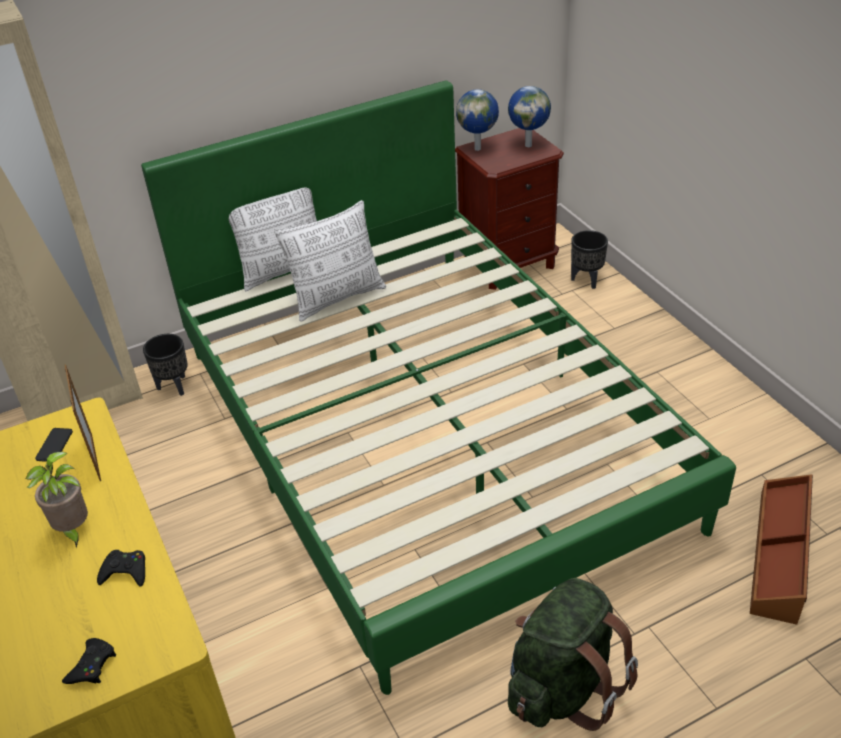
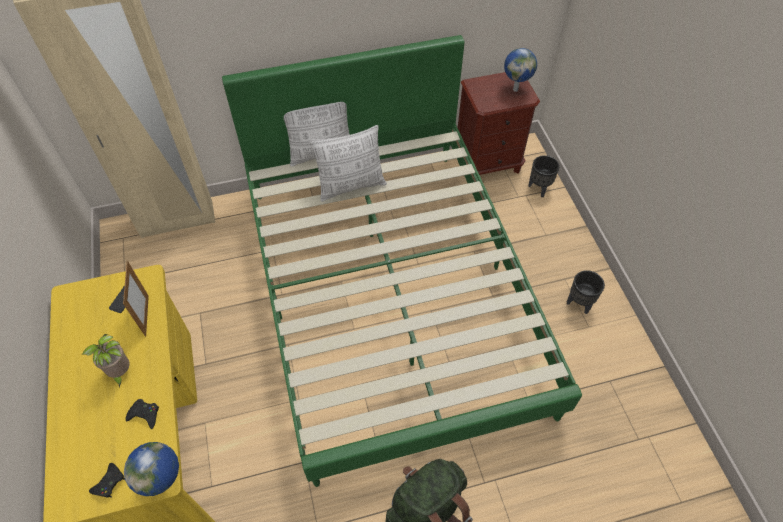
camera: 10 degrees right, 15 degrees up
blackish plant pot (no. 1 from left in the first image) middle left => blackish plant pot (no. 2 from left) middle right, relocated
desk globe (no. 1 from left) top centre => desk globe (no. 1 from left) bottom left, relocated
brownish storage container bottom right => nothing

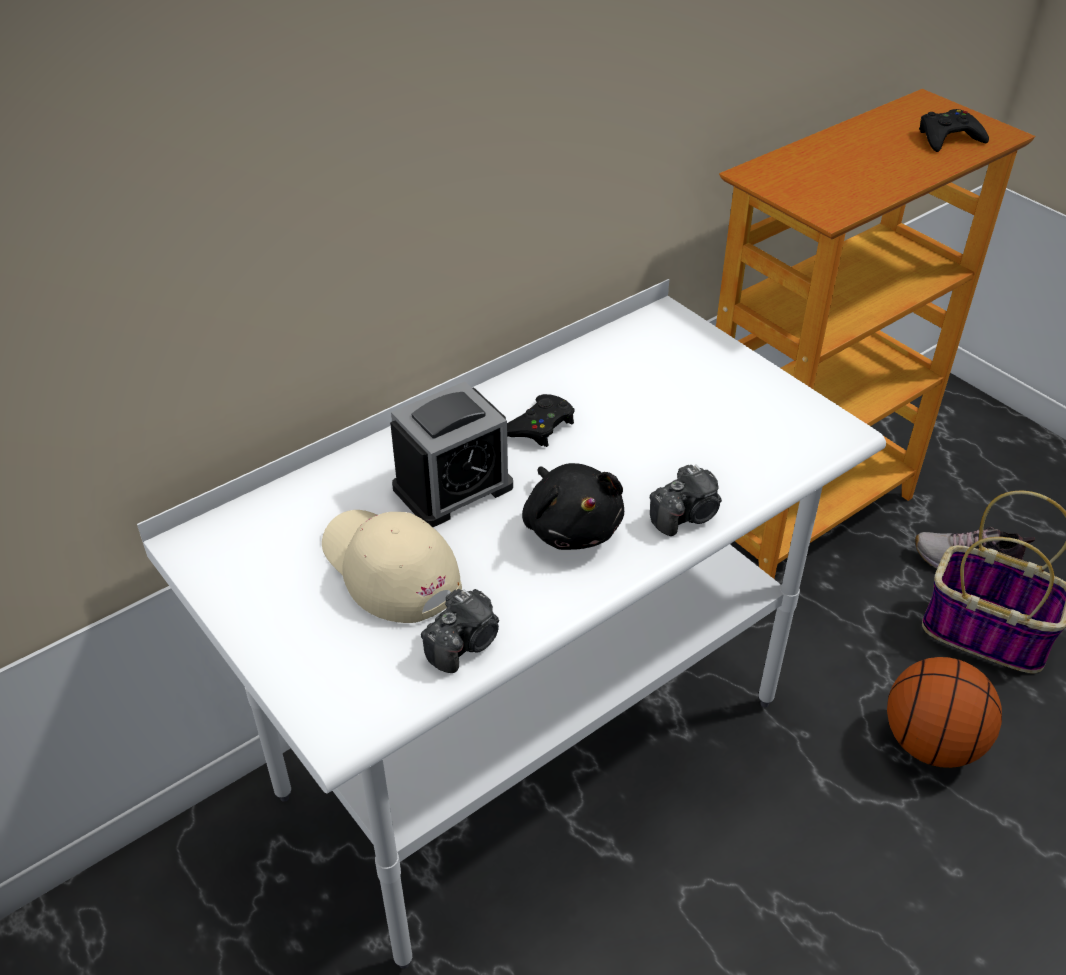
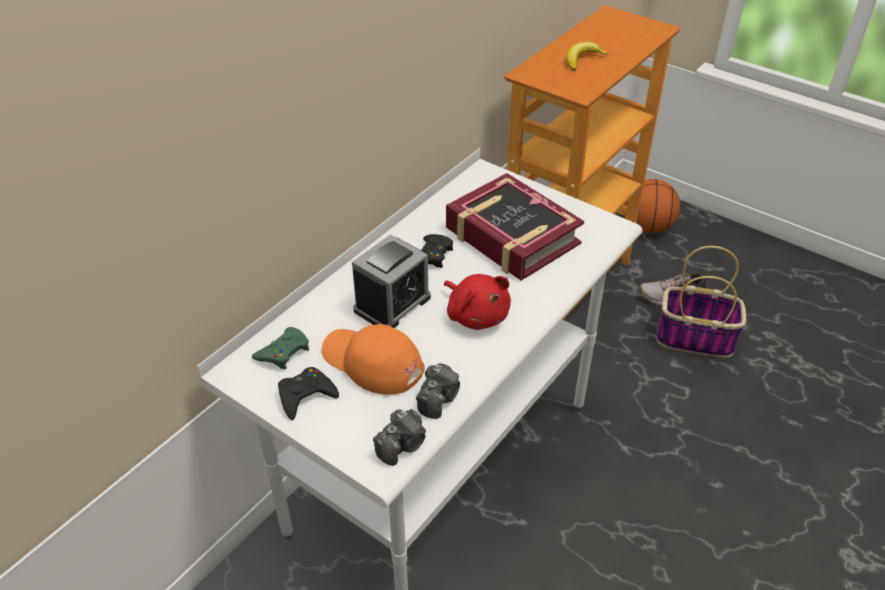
camera: 15 degrees left, 0 degrees up
beige baseball cap centre => orangey baseball cap centre
blackish cuddly toy centre => reddish cuddly toy centre
still camera (no. 2 from left in the first image) centre => still camera (no. 1 from left) bottom centre, relocated
basketball ball bottom right => basketball ball middle right, relocated
blackish game controller (no. 2 from left in the first image) top right => blackish game controller (no. 1 from left) centre, relocated
nothing => green game controller middle left
nothing => book centre
nothing => banana top centre

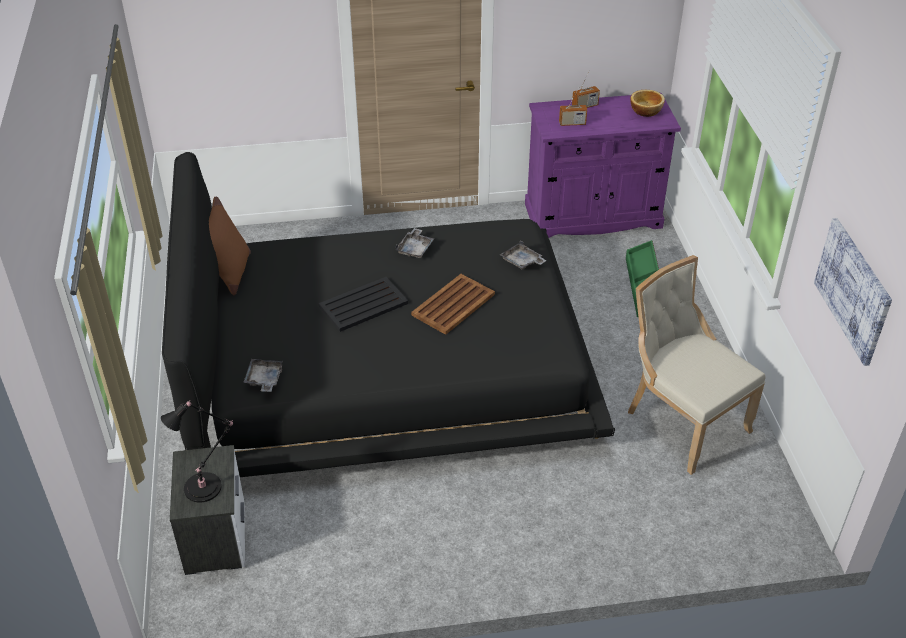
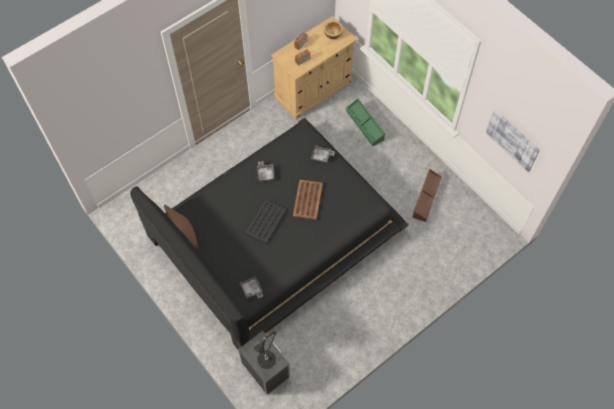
camera: 30 degrees left, 20 degrees up
purple-coloured cabinet top centre => beige cabinet top centre
beige upright chair middle right => brownish storage container middle right

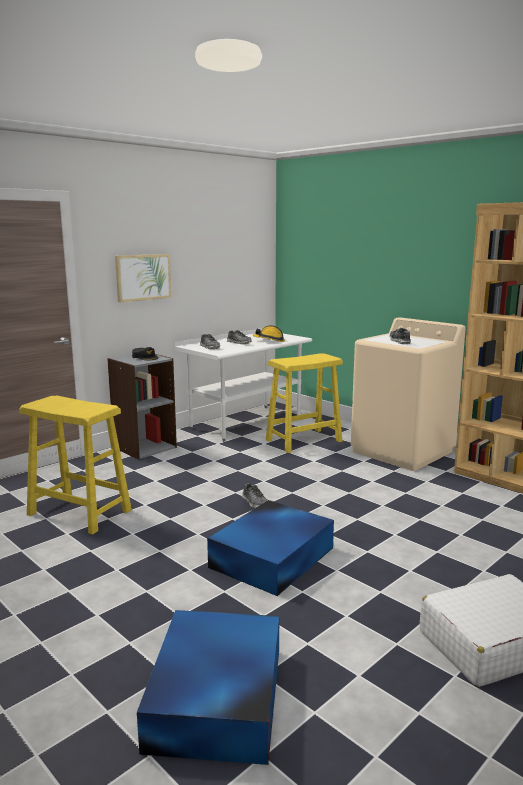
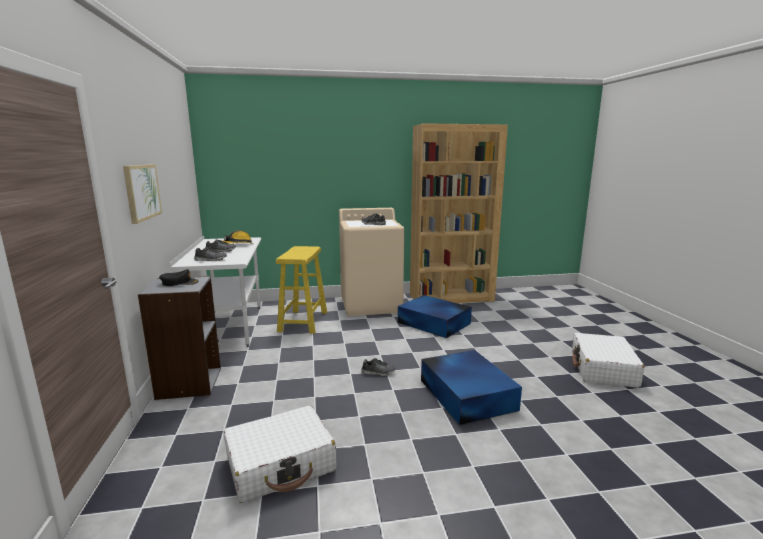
camera: 55 degrees left, 0 degrees up
yellow-coloured sitting stool (no. 1 from left) middle left => white travel case (no. 1 from left) bottom centre
blue storage container (no. 1 from left) bottom centre => blue storage container (no. 1 from left) centre, relocated

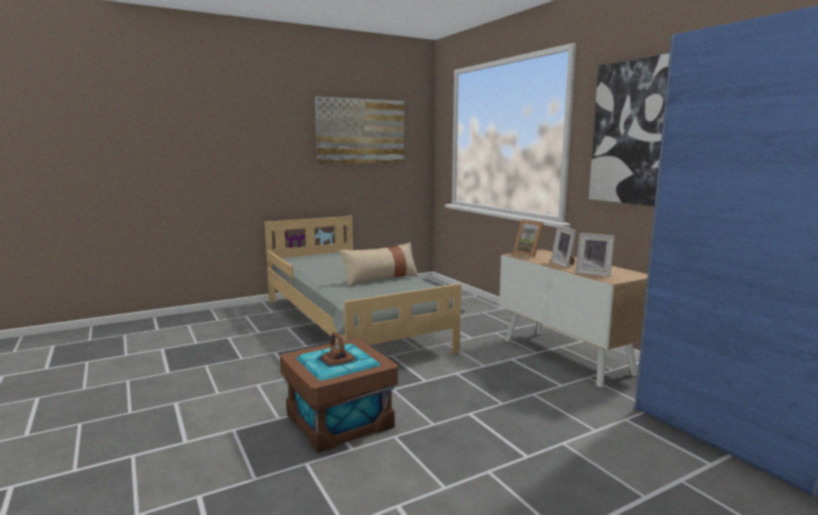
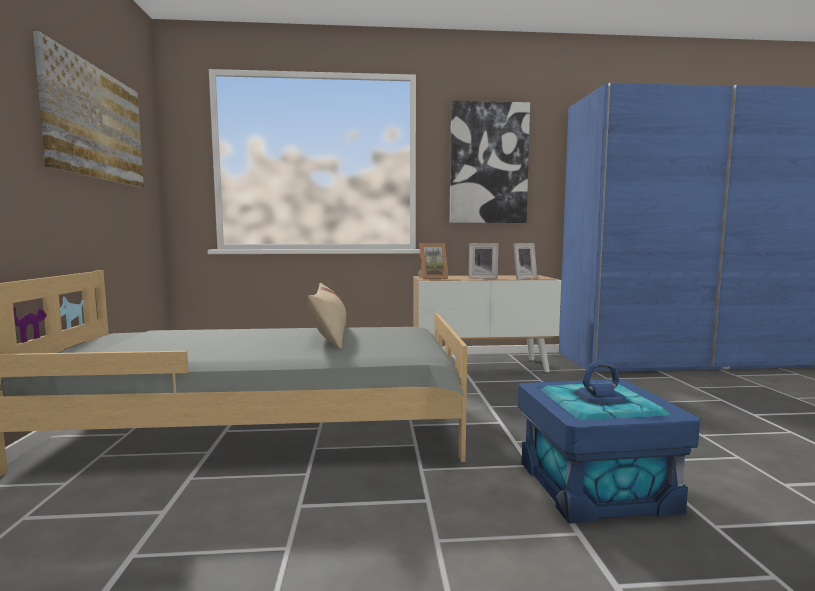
camera: 65 degrees left, 5 degrees down
brownish storage container bottom centre => blue storage container bottom right

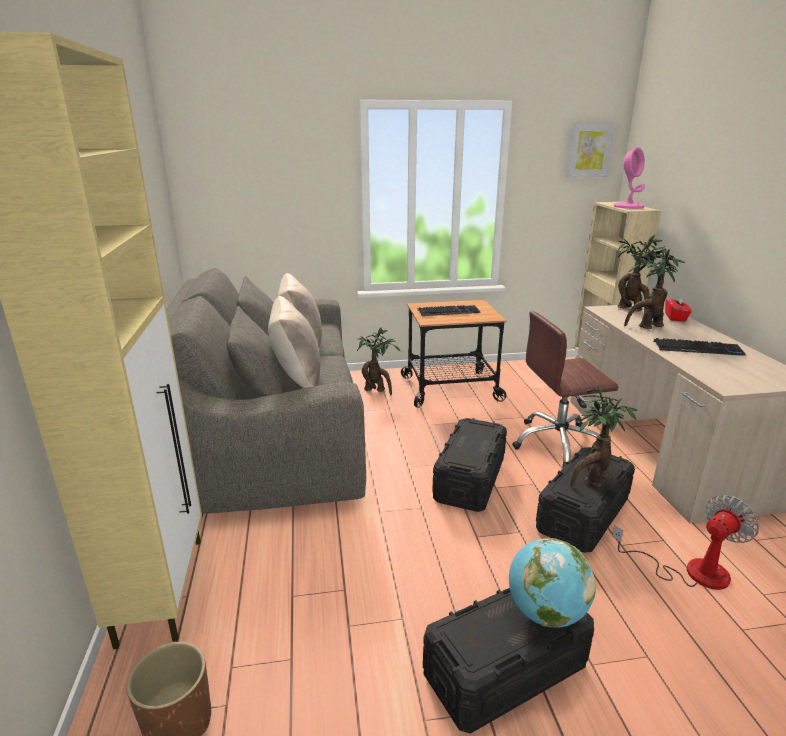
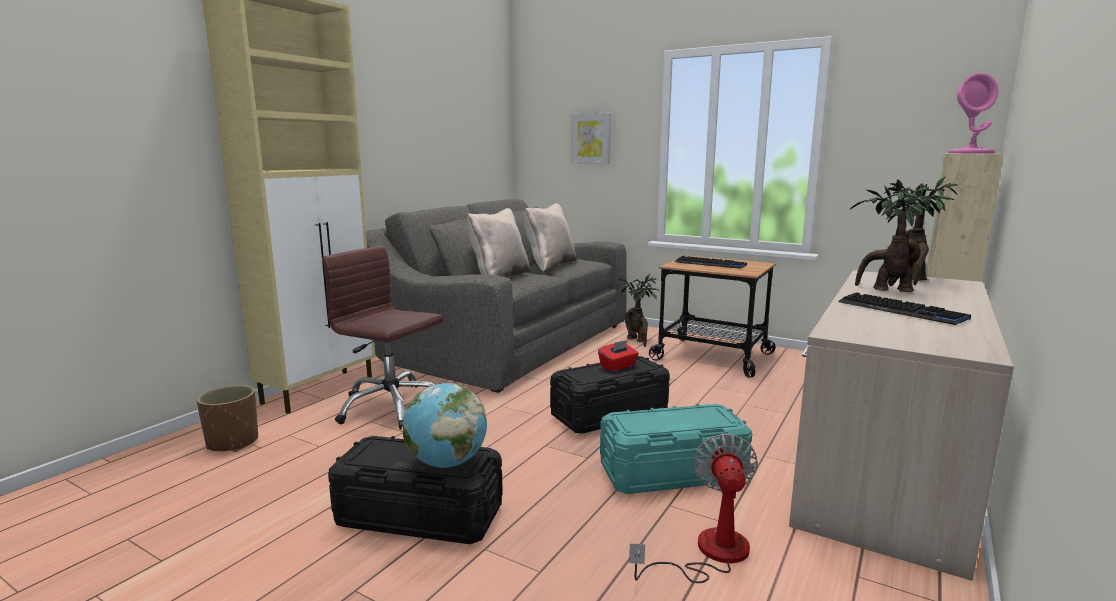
camera: 40 degrees right, 10 degrees down
brownish office chair middle right => brownish office chair centre, relocated
blackish storage container (no. 3 from left) bottom right => blue-green storage container bottom centre
wall art top right => wall art top centre, relocated
houseplant (no. 2 from left) middle right => nothing
electric fan bottom right => electric fan bottom centre, 90 degrees counterclockwise
reddish tissue box middle right => reddish tissue box centre, relocated

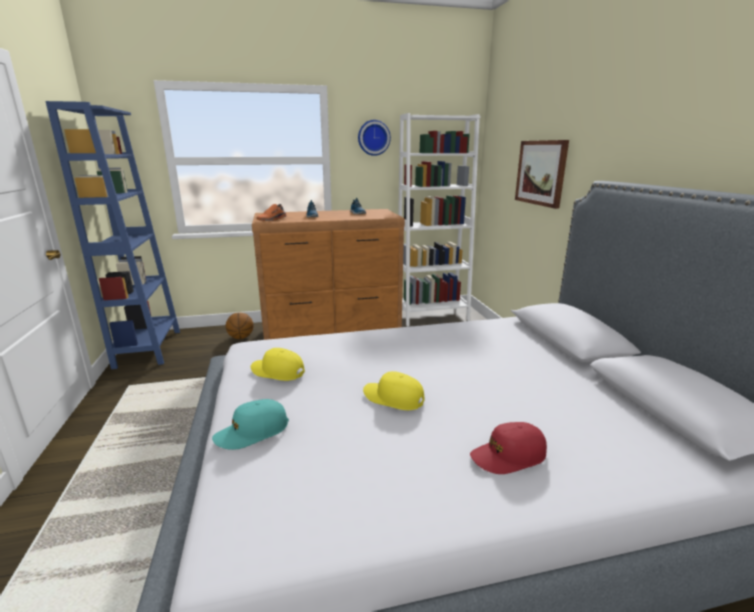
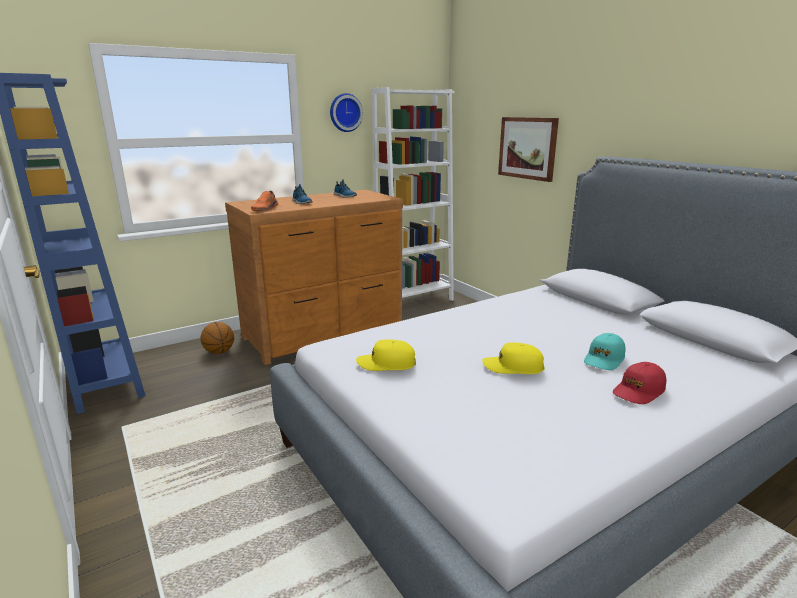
camera: 20 degrees left, 0 degrees up
blue-green baseball cap bottom left => blue-green baseball cap middle right, relocated

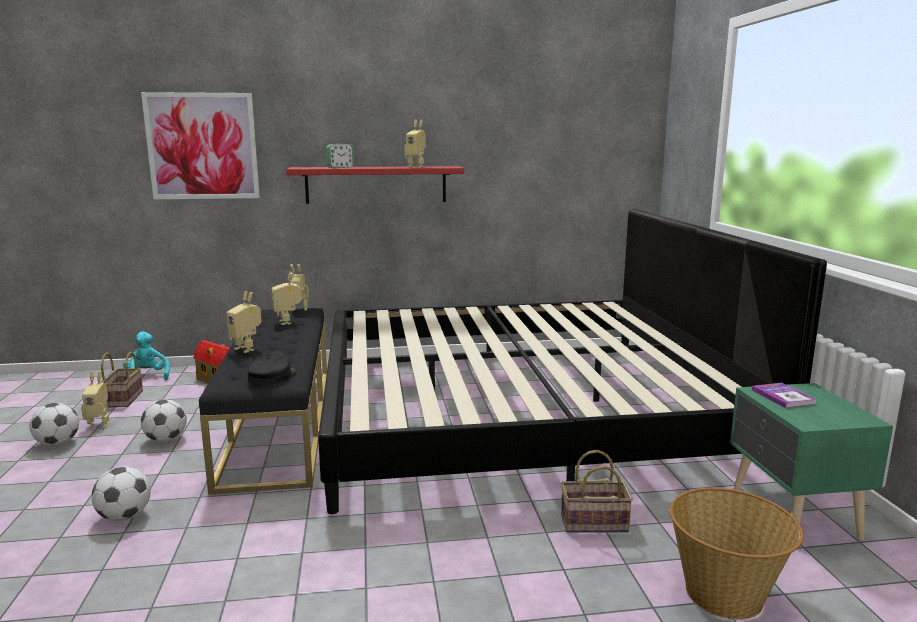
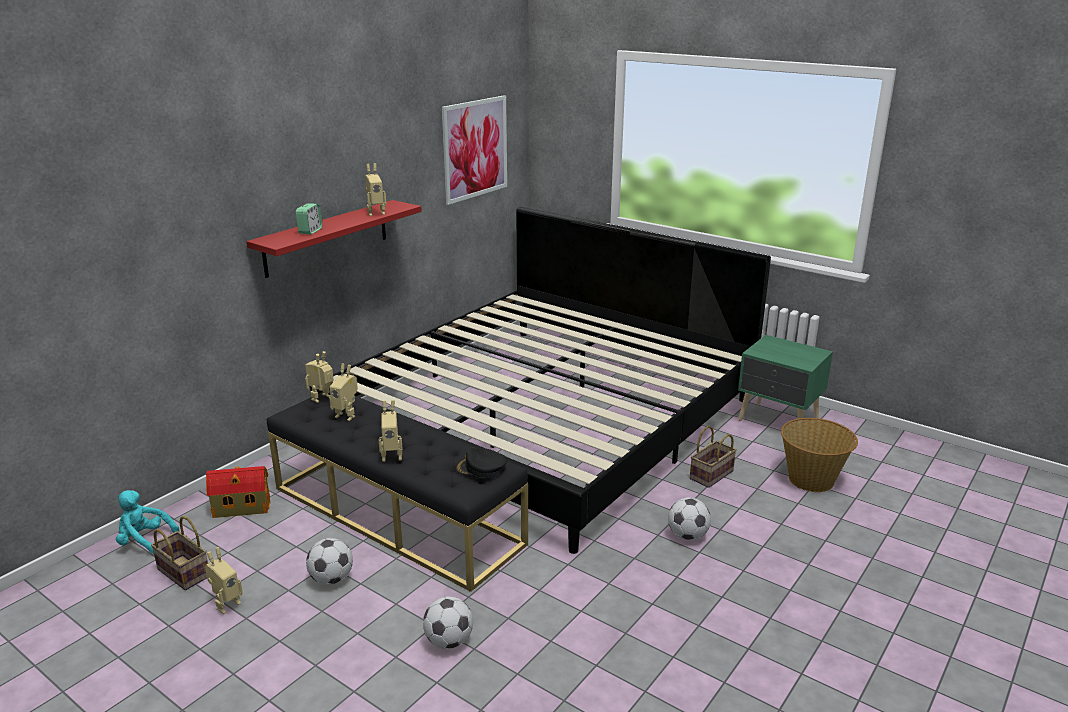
camera: 45 degrees left, 10 degrees up
ball for football (no. 1 from left in the first image) bottom left => ball for football (no. 3 from left) bottom centre, relocated
wall art top left => wall art top centre, relocated
blackish baseball cap middle left => blackish baseball cap centre, 45 degrees counterclockwise
book middle right => nothing

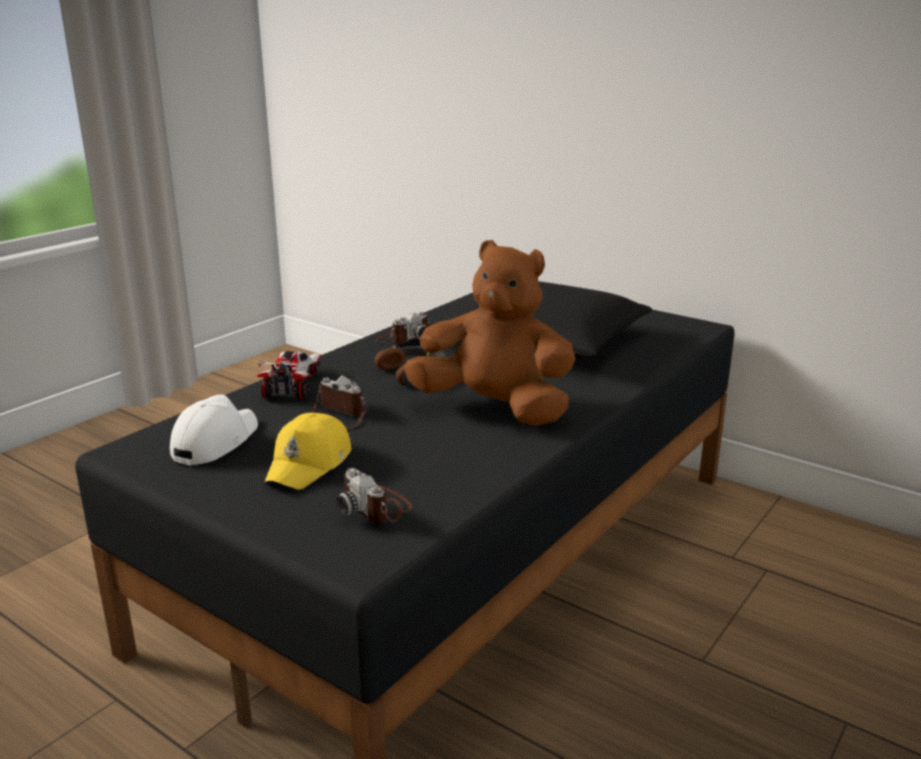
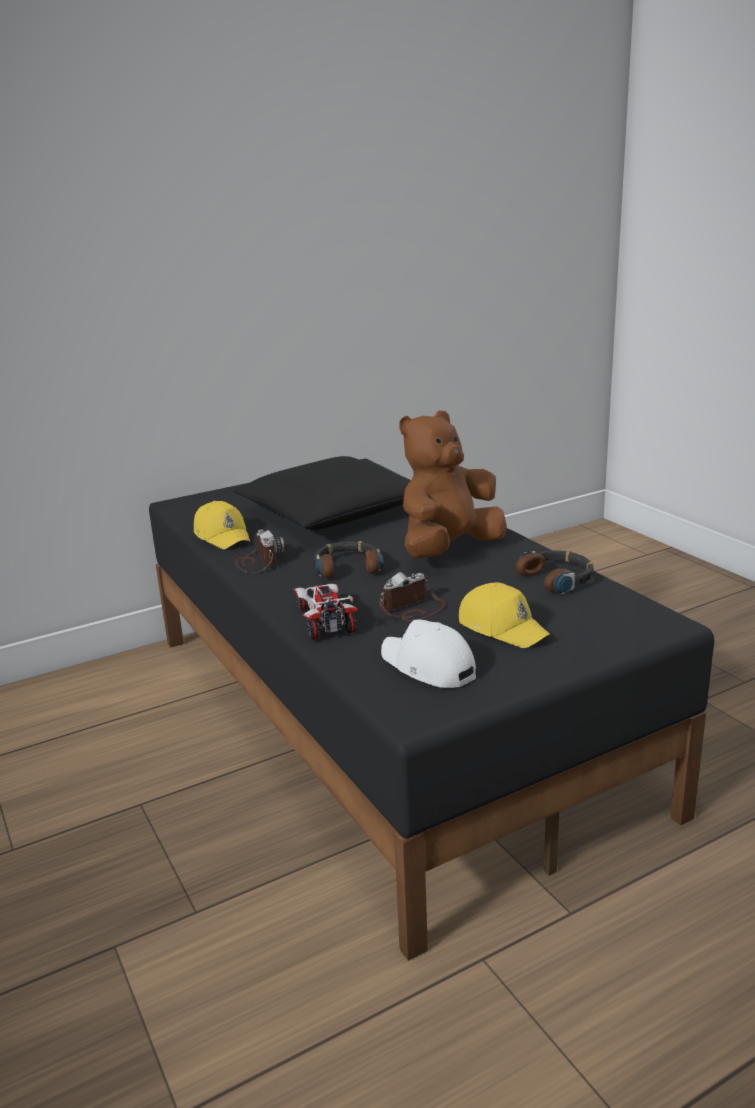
camera: 65 degrees left, 0 degrees up
model car middle left => model car centre, 45 degrees clockwise
still camera (no. 2 from left) centre => nothing
nothing => yellow-coloured baseball cap (no. 1 from left) middle left
nothing => pair of headphones (no. 2 from left) middle right

